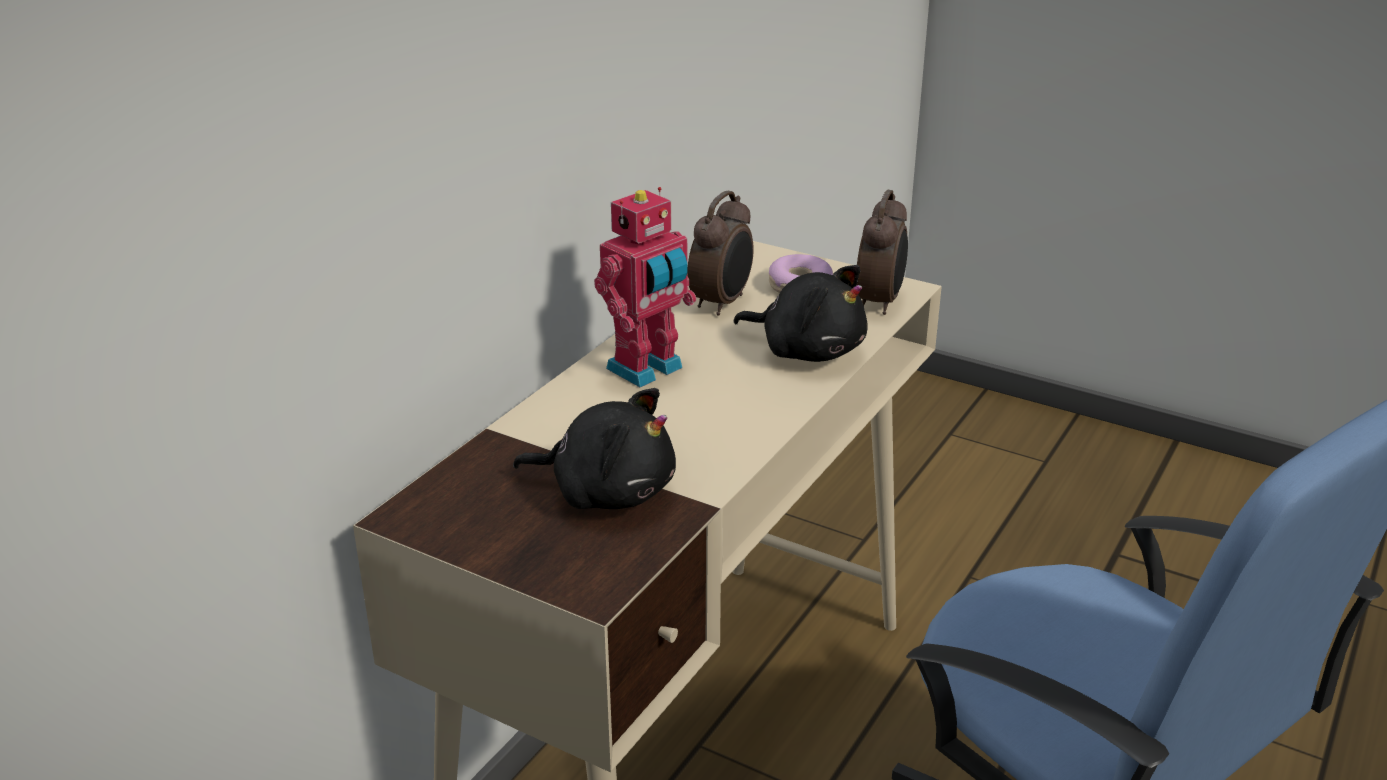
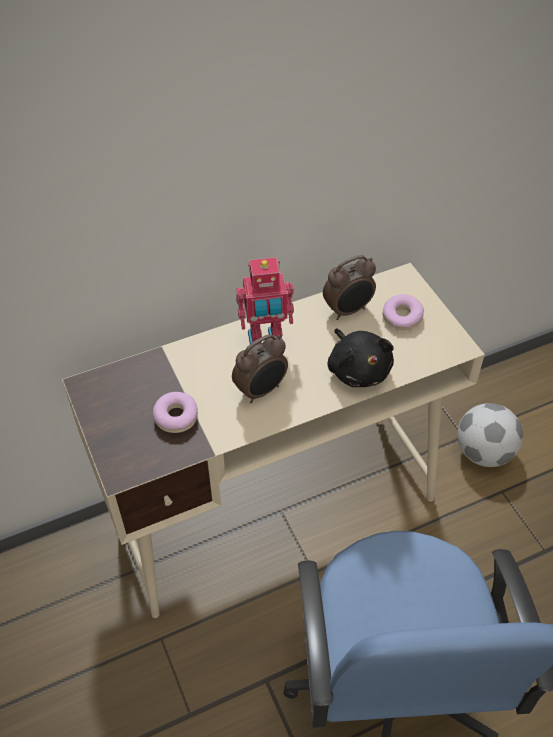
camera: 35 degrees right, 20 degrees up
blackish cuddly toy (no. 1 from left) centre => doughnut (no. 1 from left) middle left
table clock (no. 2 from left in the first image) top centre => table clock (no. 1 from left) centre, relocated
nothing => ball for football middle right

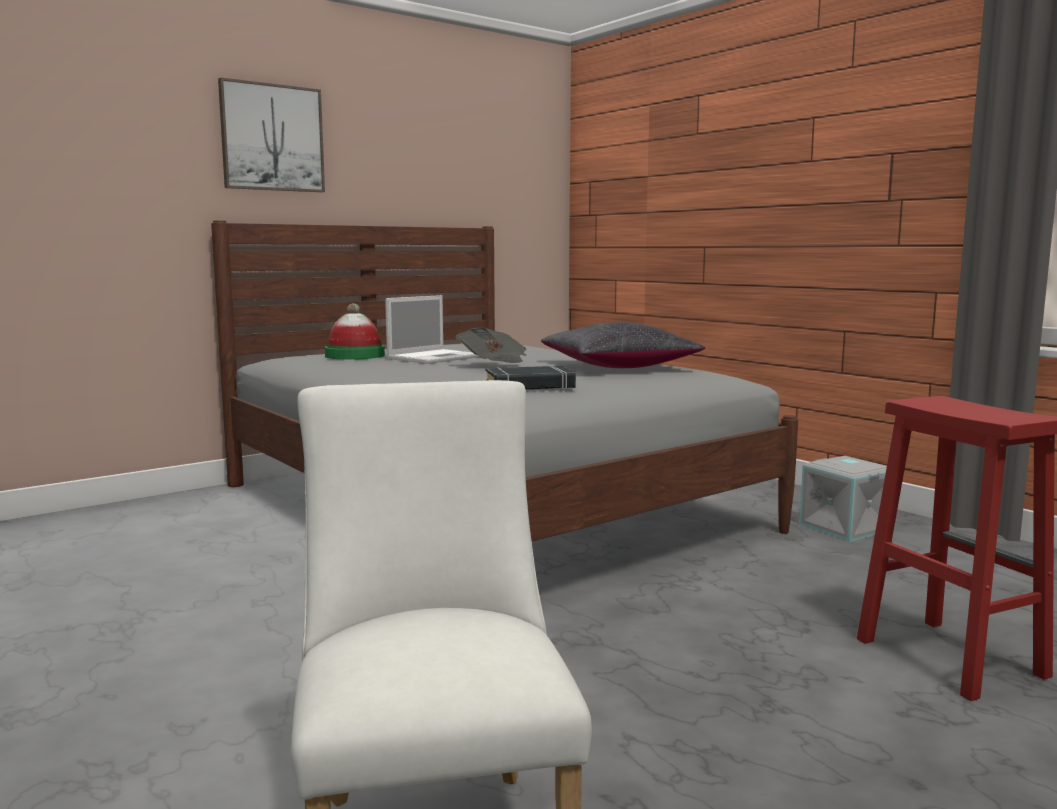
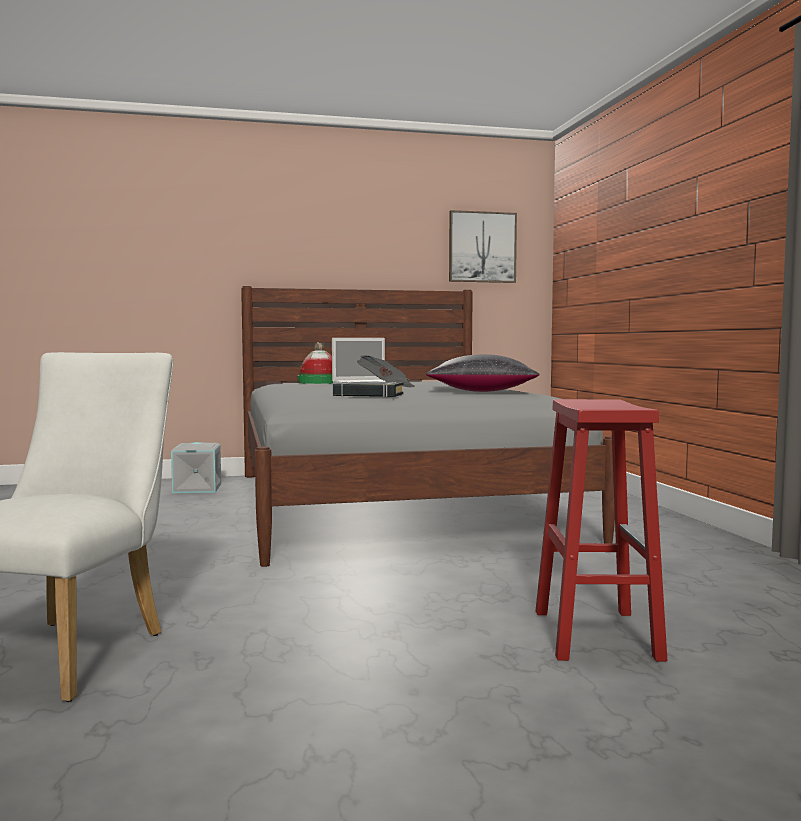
camera: 25 degrees right, 5 degrees down
wall art top left => wall art top centre, relocated
greyish storage container middle right => greyish storage container middle left, relocated

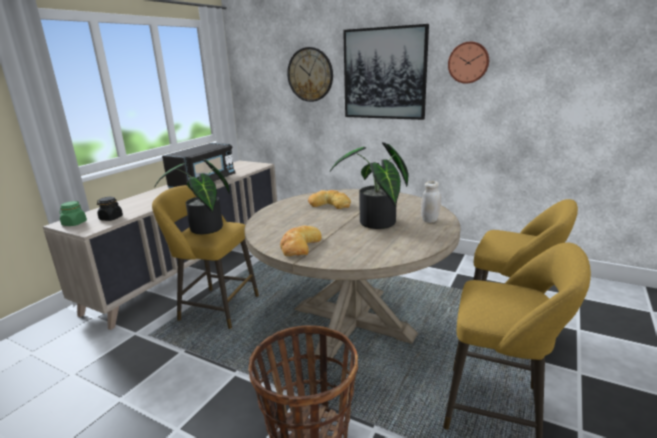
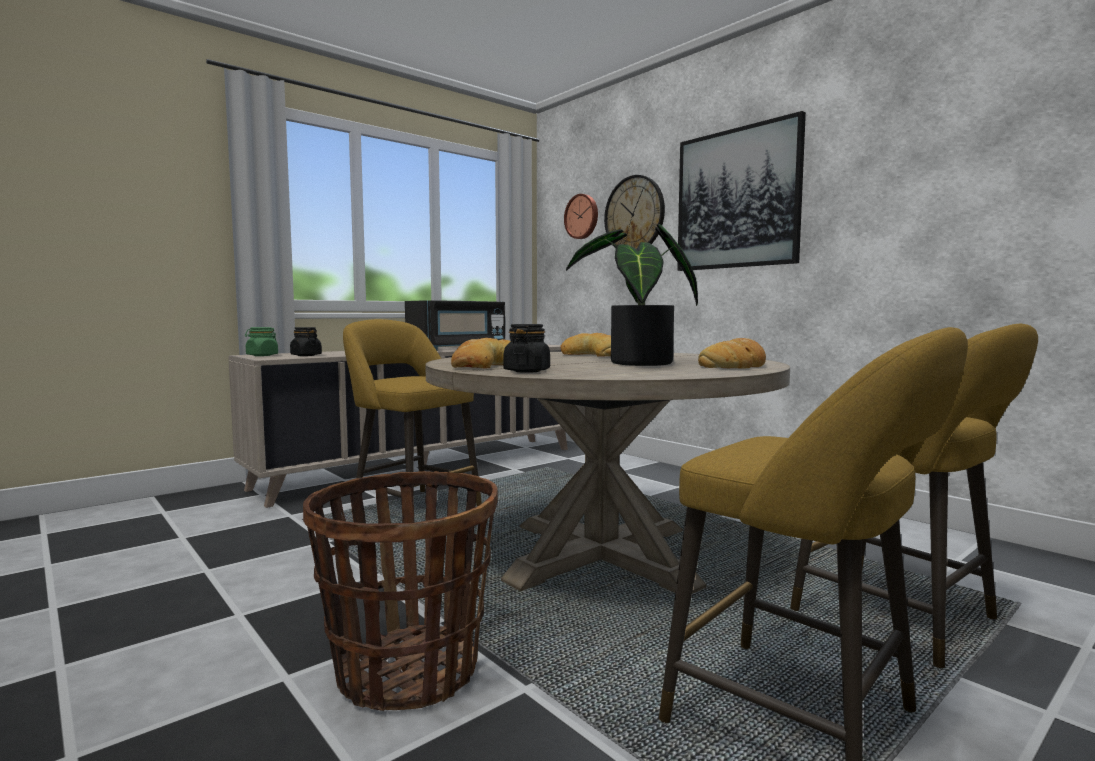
camera: 20 degrees right, 15 degrees down
houseplant (no. 1 from left) middle left => nothing
white preserve jar centre => bread (no. 3 from left) middle right
clock on the wall (no. 2 from left in the first image) top right => clock on the wall (no. 1 from left) top centre, relocated
nothing => blackish preserve jar (no. 2 from left) centre

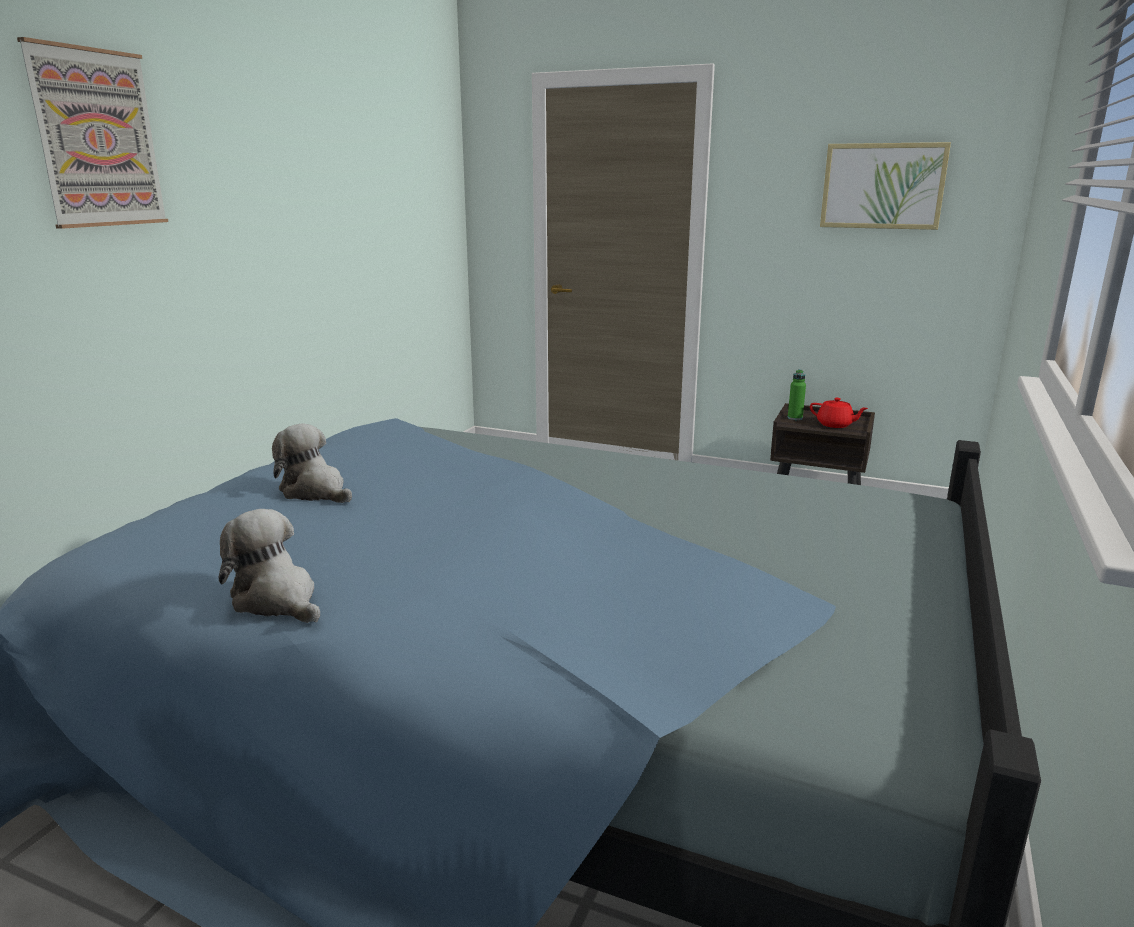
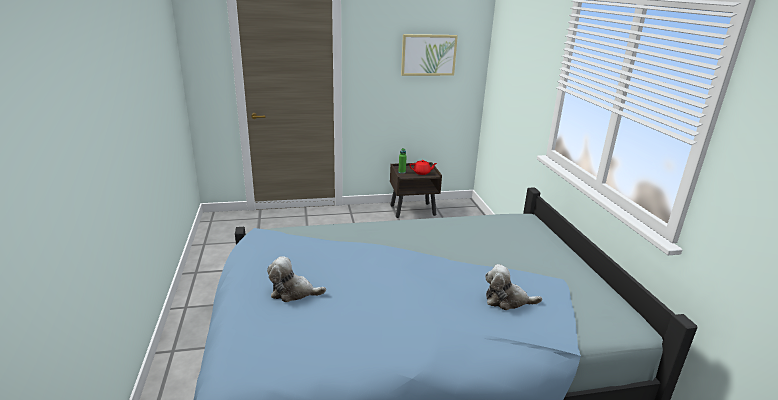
camera: 35 degrees left, 5 degrees up
wall art (no. 1 from left) top left => nothing
cuddly toy (no. 1 from left in the first image) middle left => cuddly toy (no. 2 from left) bottom centre, relocated

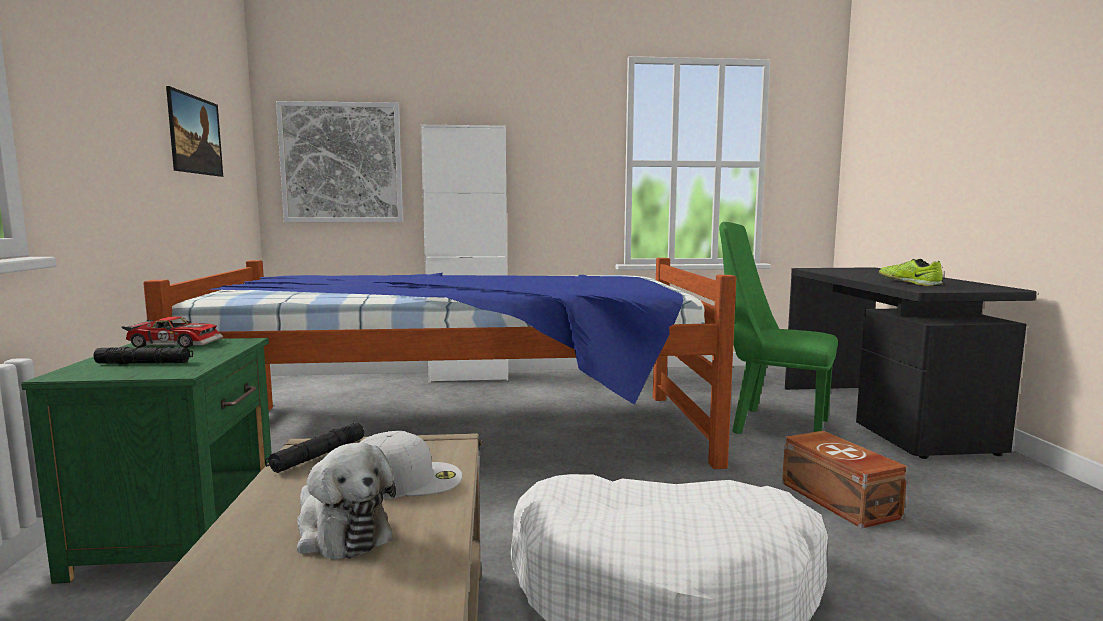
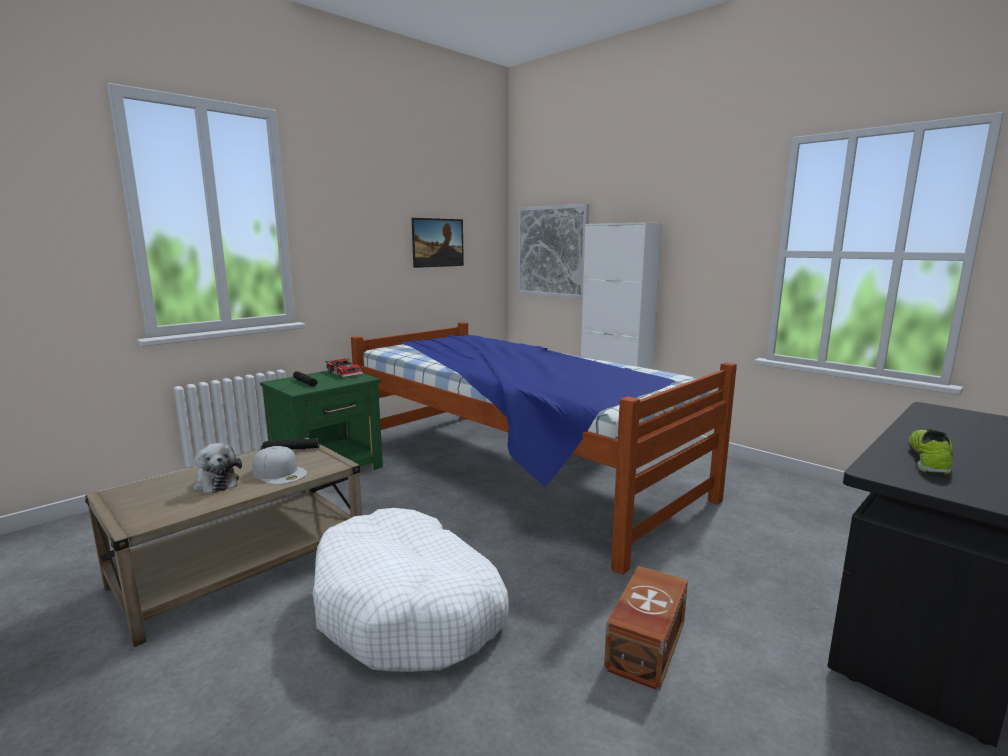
camera: 50 degrees right, 5 degrees up
cuddly toy bottom left => cuddly toy middle left, 45 degrees counterclockwise
green upright chair middle right => nothing

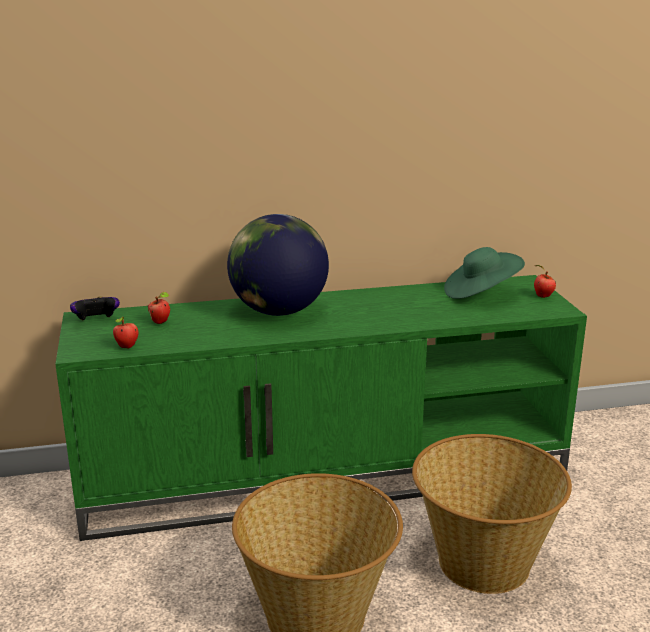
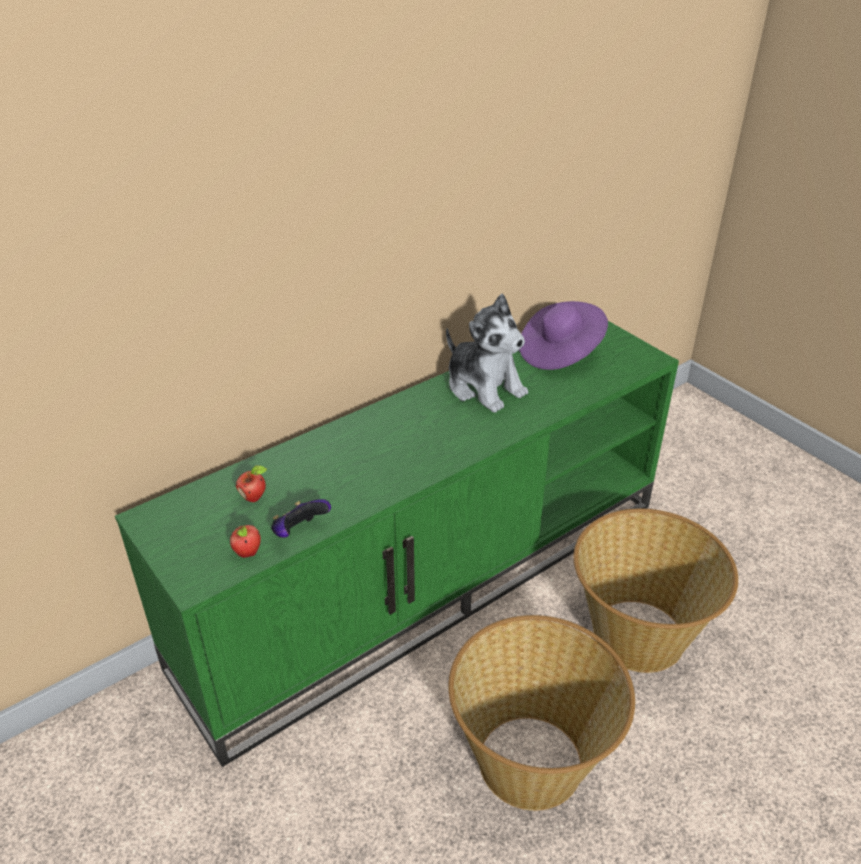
camera: 25 degrees left, 15 degrees up
game controller middle left => game controller centre, relocated
desk globe centre => nothing
green clothing hat middle right => purple-coloured clothing hat centre
whole apple (no. 3 from left) middle right => nothing
nothing => cuddly toy centre

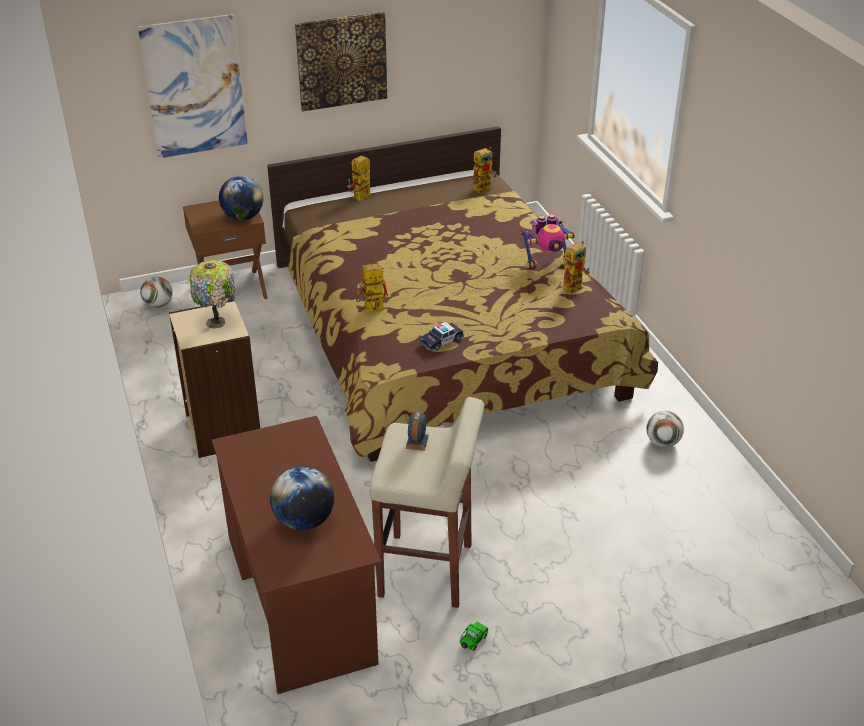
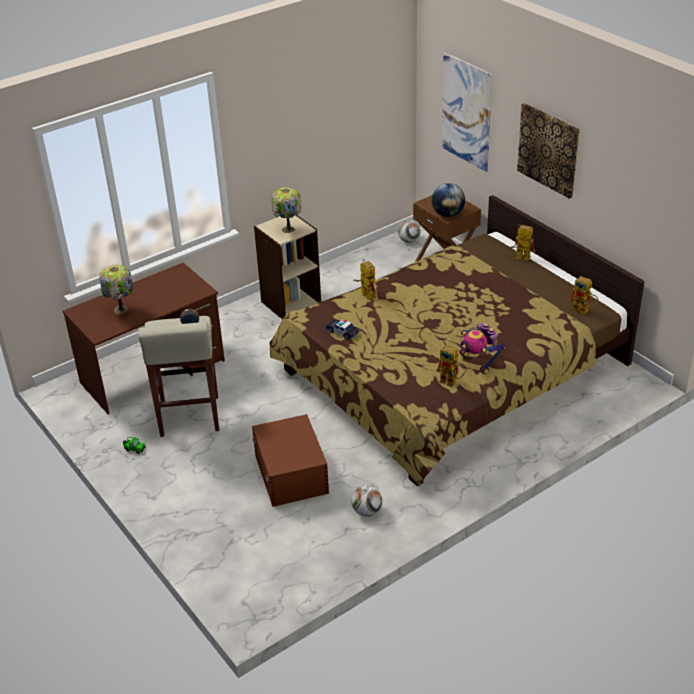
camera: 75 degrees right, 0 degrees up
desk globe (no. 2 from left) bottom centre => lamp for a table (no. 1 from left) middle left
nothing => brownish storage container centre

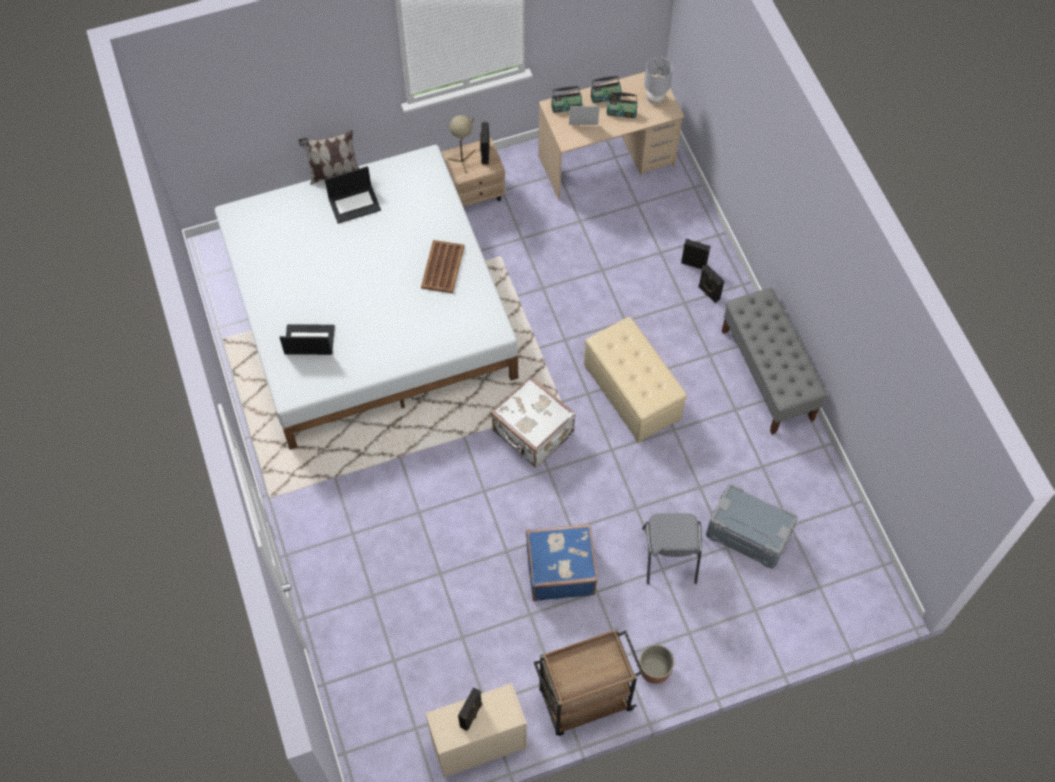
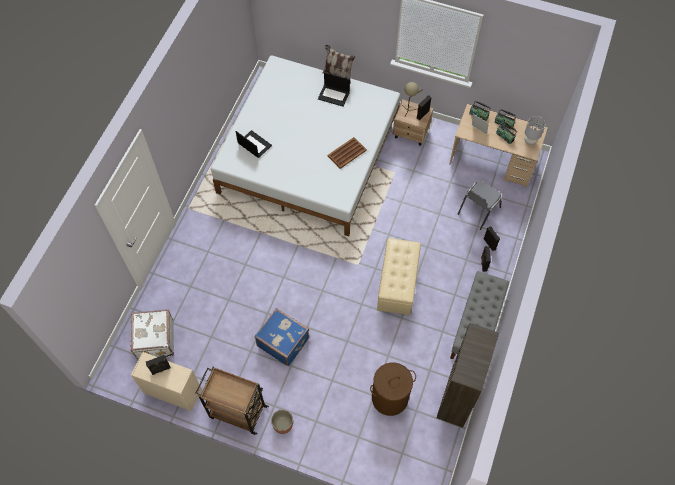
camera: 40 degrees right, 0 degrees up
white travel case centre => white travel case bottom left, relocated
greyish upright chair bottom centre => greyish upright chair middle right, relocated
greyish storage container bottom right => brownish laundry basket bottom centre
nothing => brownish bookshelf bottom right

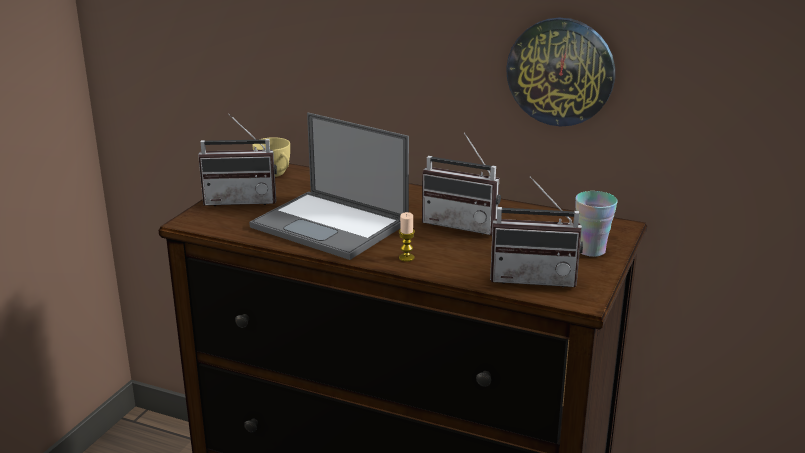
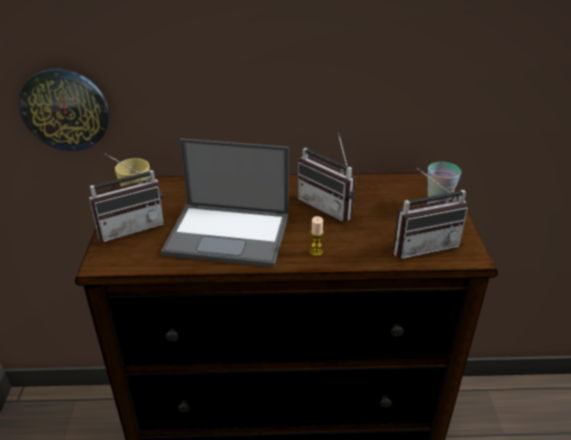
camera: 25 degrees left, 10 degrees up
radio set (no. 2 from left) centre, 45 degrees clockwise
clock on the wall top right => clock on the wall top left, relocated

